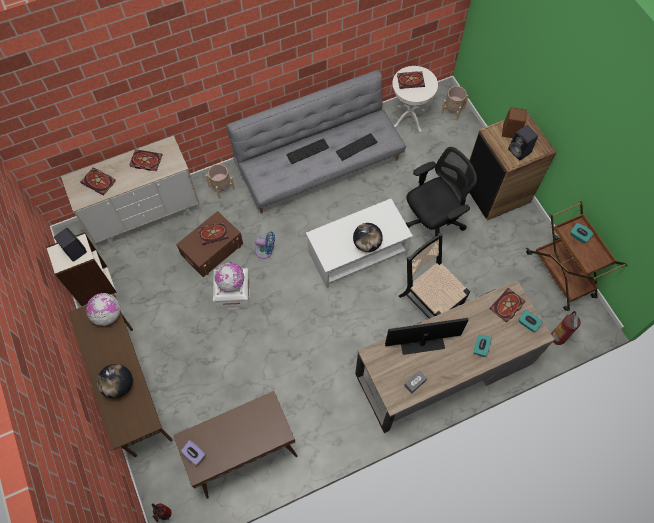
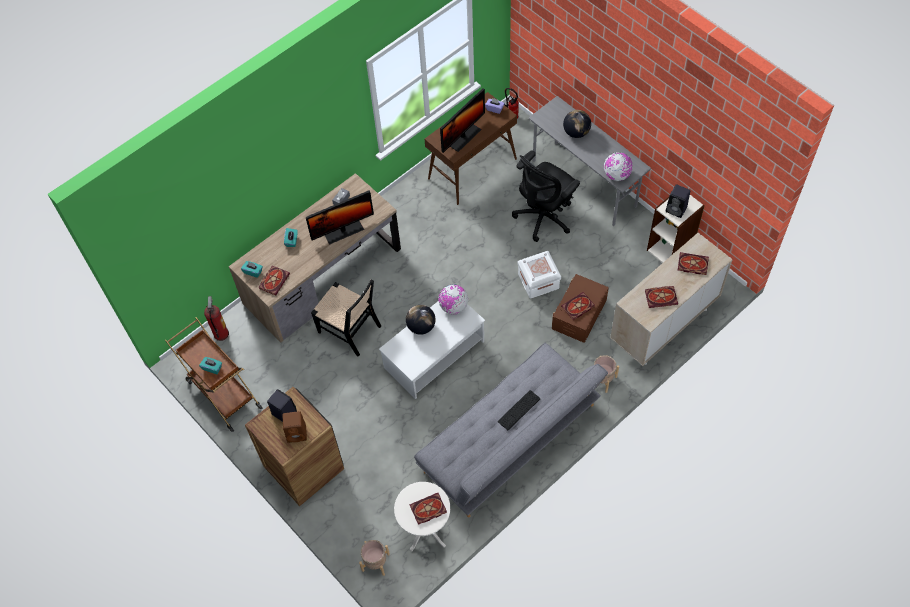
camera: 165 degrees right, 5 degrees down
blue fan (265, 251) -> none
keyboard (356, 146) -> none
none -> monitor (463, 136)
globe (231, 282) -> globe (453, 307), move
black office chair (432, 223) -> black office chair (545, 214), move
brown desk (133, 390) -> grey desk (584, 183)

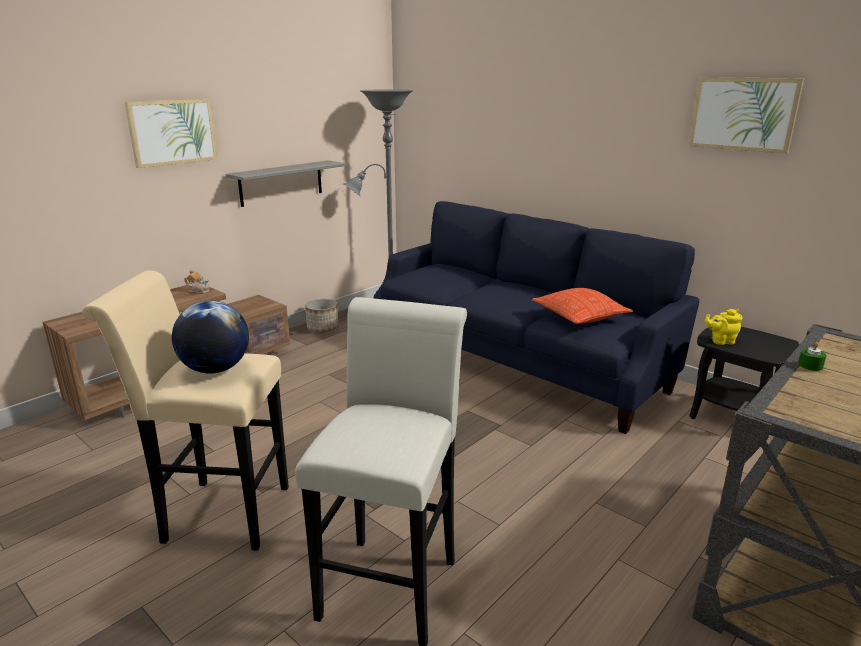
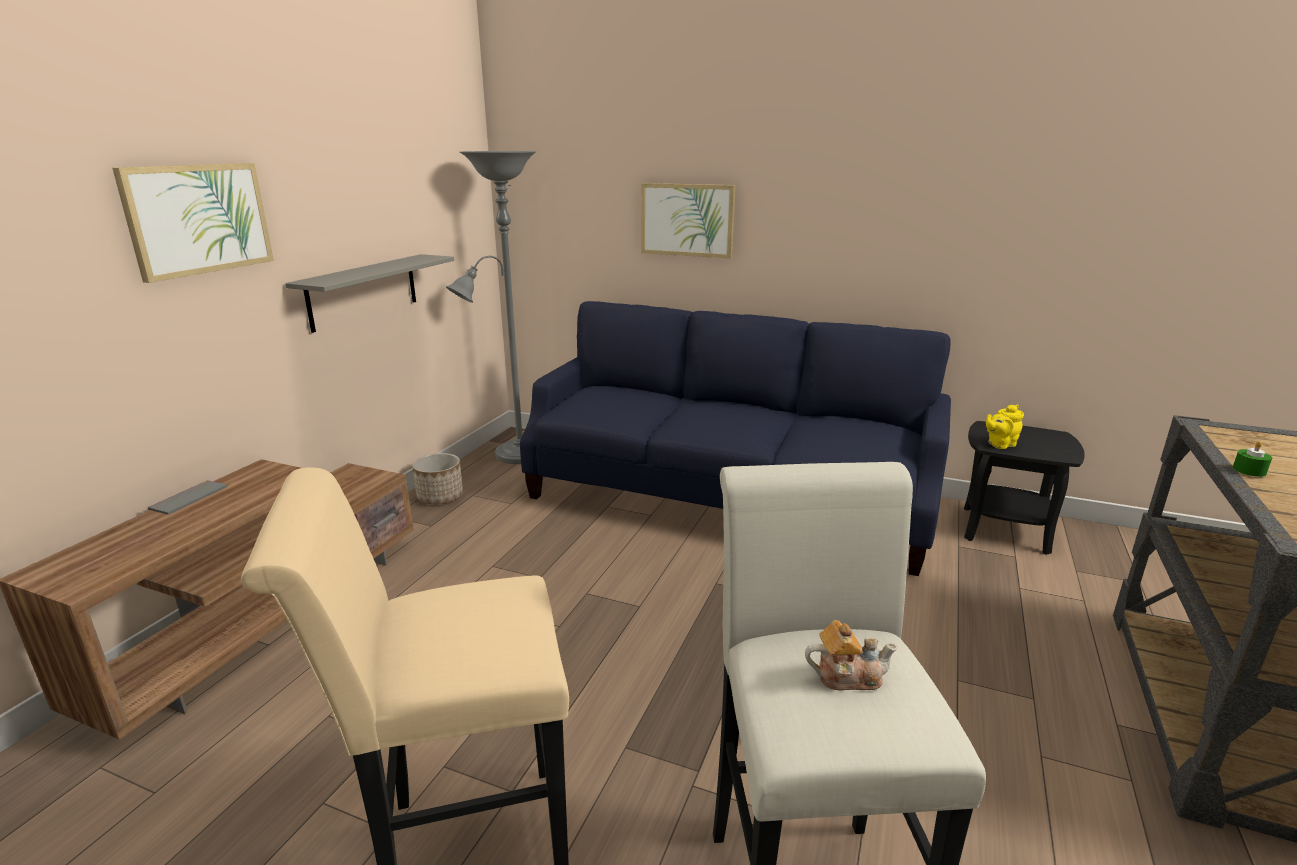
camera: 20 degrees left, 0 degrees up
globe (216, 369) -> none
orange pillow (579, 317) -> none
teapot (199, 291) -> teapot (847, 676), move
picture (743, 114) -> picture (687, 220), move

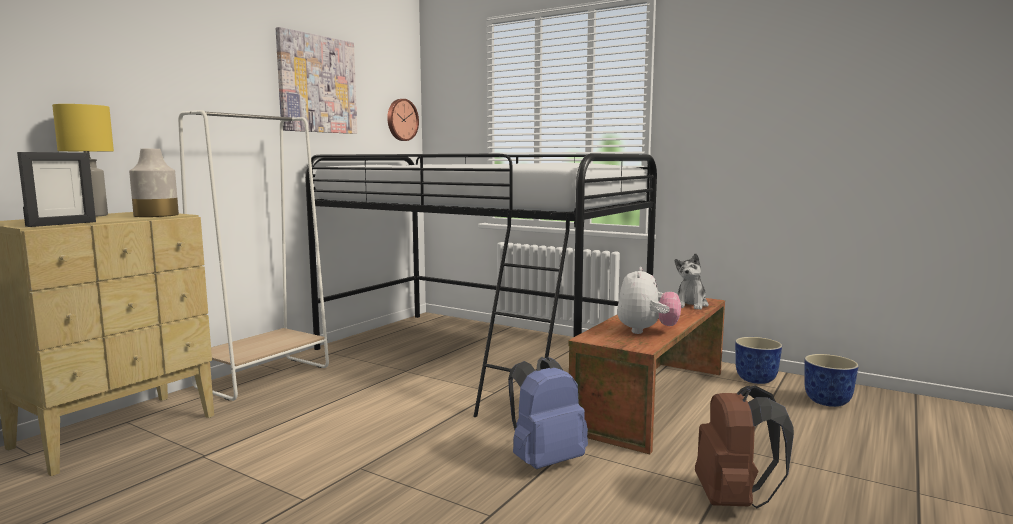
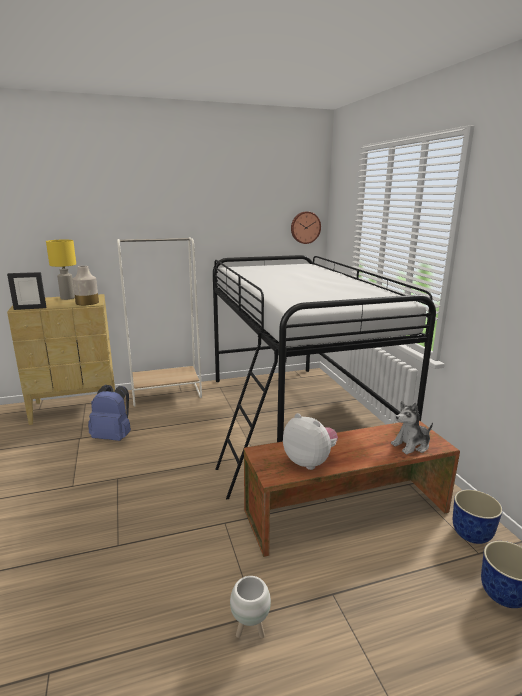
camera: 40 degrees right, 10 degrees up
picture (317, 84) -> none
blue backpack (544, 461) -> blue backpack (113, 437), move
brown backpack (734, 500) -> white planter (250, 630)
plush toy (646, 331) -> plush toy (309, 461), 105 degrees counterclockwise

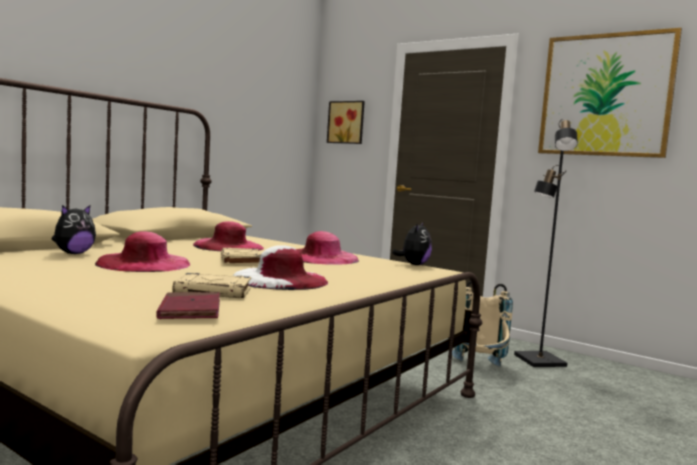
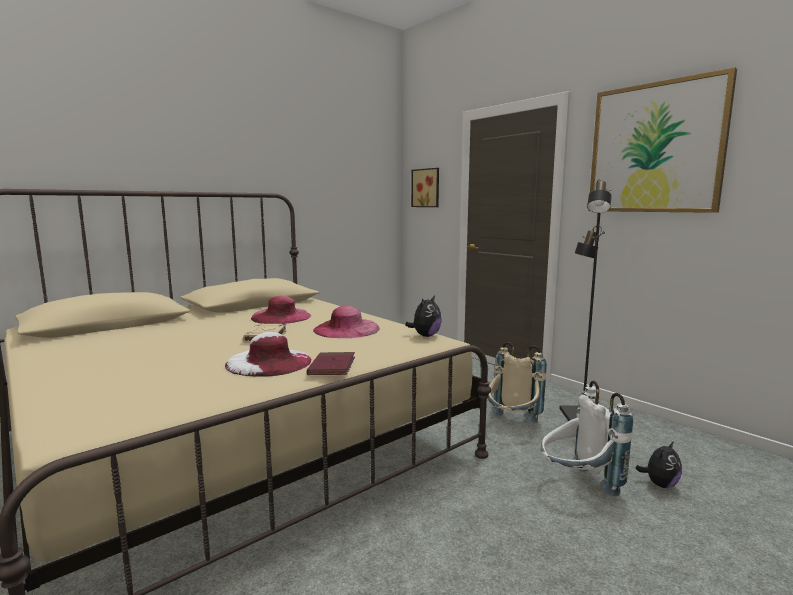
camera: 15 degrees right, 5 degrees up
pink hat (144, 263) -> none
beige book (214, 291) -> none
none -> white backpack (578, 485)
plush toy (73, 253) -> plush toy (660, 484), move
red book (190, 310) -> red book (332, 367), move

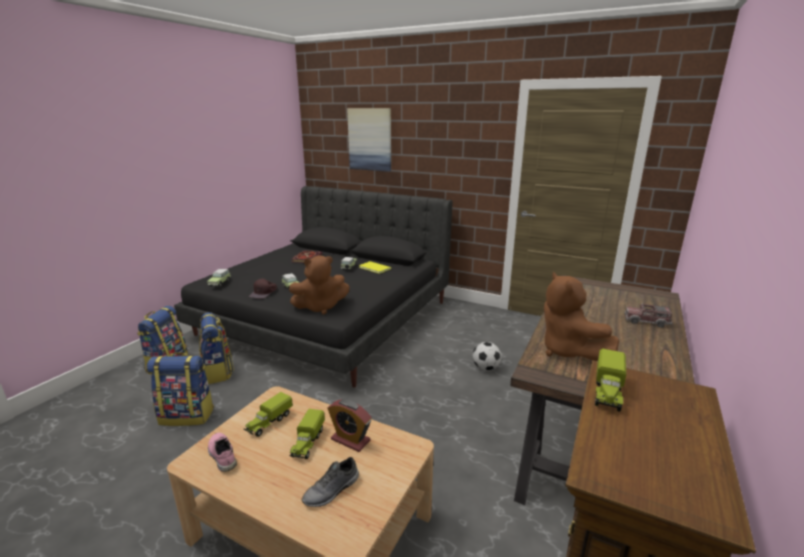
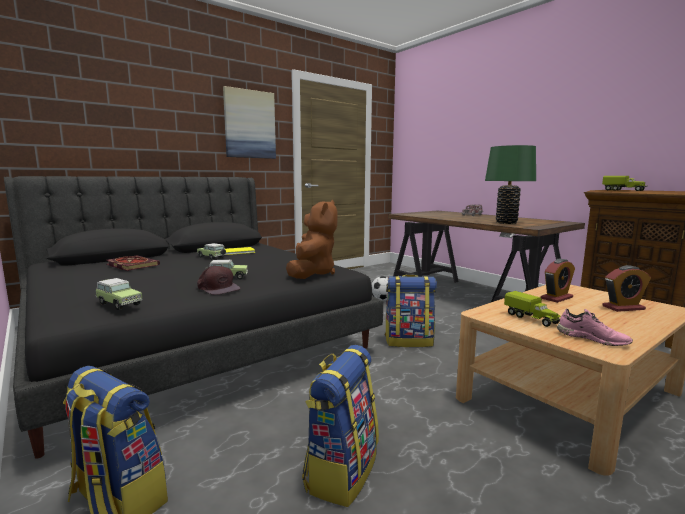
camera: 65 degrees left, 10 degrees down
toy truck (307, 443) -> none
backpack (218, 372) -> backpack (409, 341), move
picture (370, 139) -> picture (249, 124), move
grey shoe (332, 491) -> alarm clock (623, 308)
brown plush toy (568, 351) -> green table lamp (506, 223)
pink shoe (221, 456) -> pink shoe (592, 339), 135 degrees counterclockwise

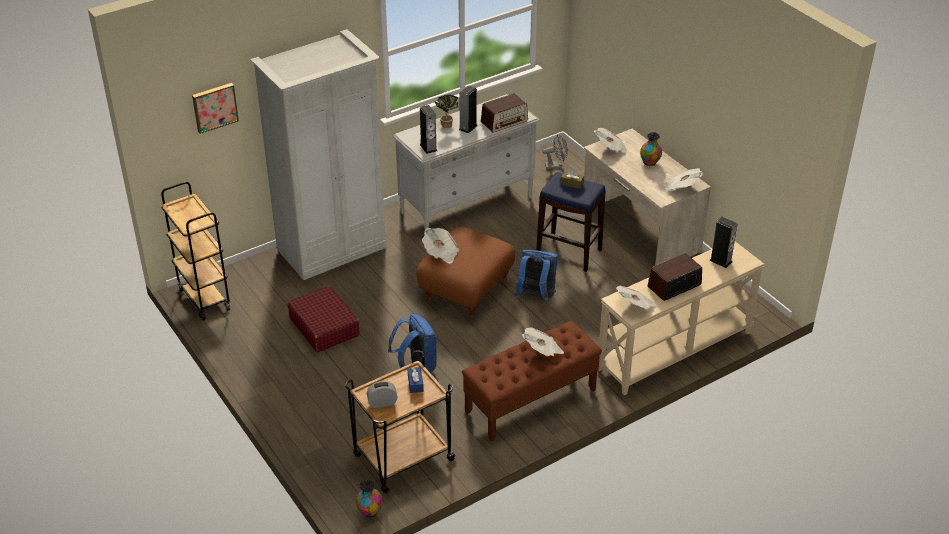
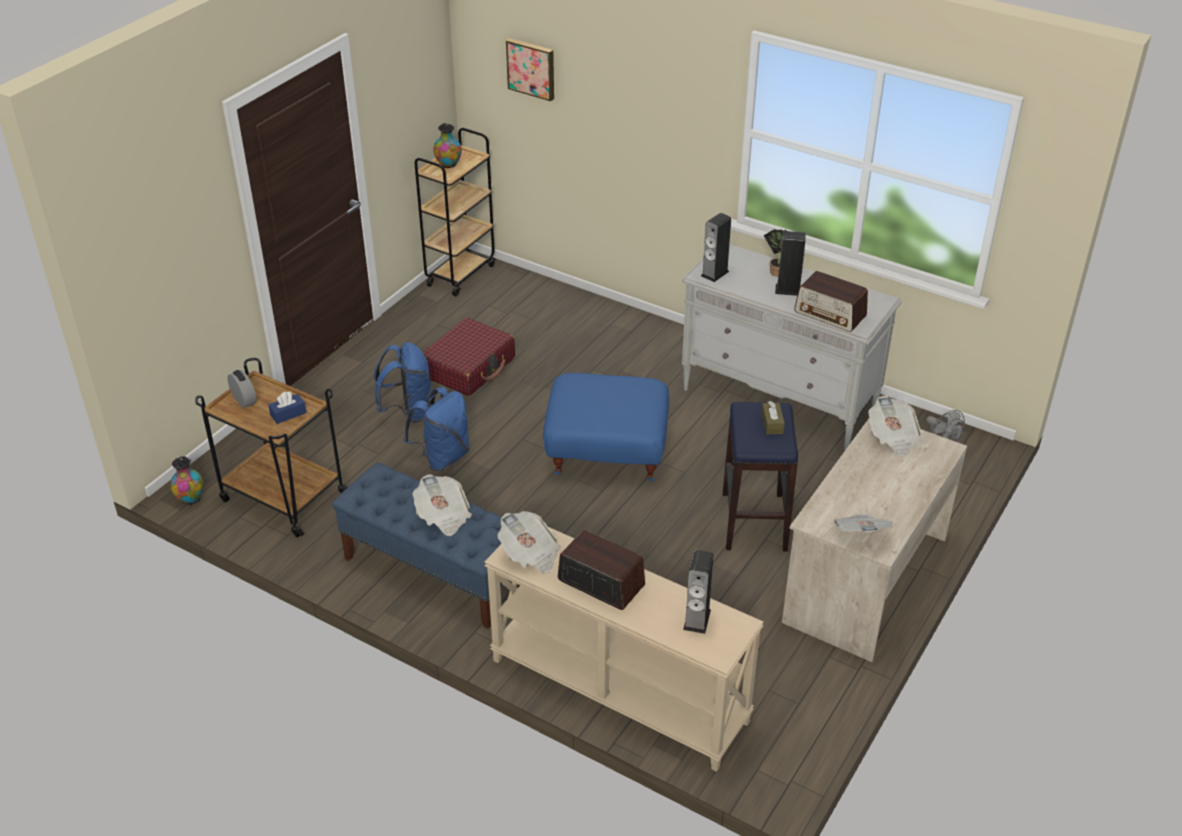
camera: 65 degrees right, 0 degrees up
white wardrobe (332, 249) -> none
newspaper (441, 253) -> none
blue backpack (536, 297) -> blue backpack (408, 411), move
vase (650, 162) -> vase (448, 165), move
brown ottoman (466, 291) -> blue ottoman (607, 453)
brown bench (530, 401) -> blue bench (433, 572)

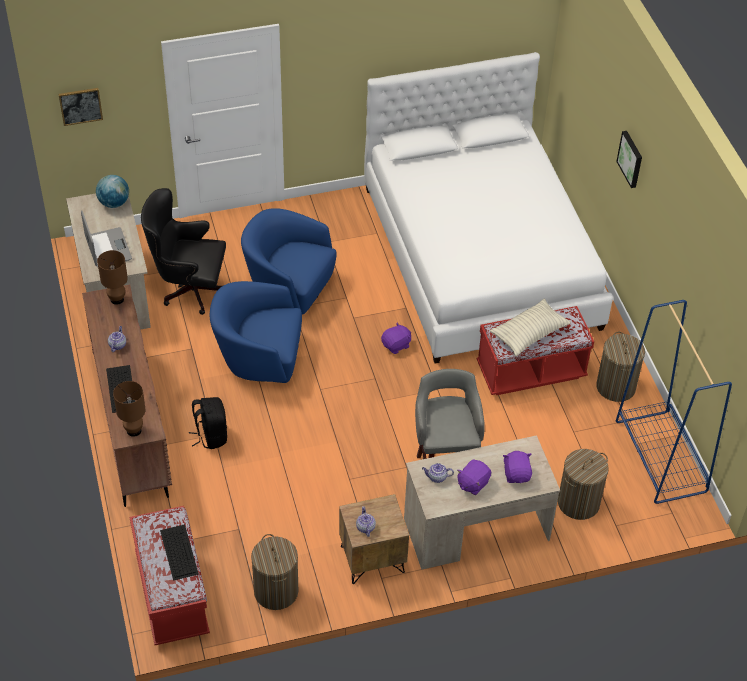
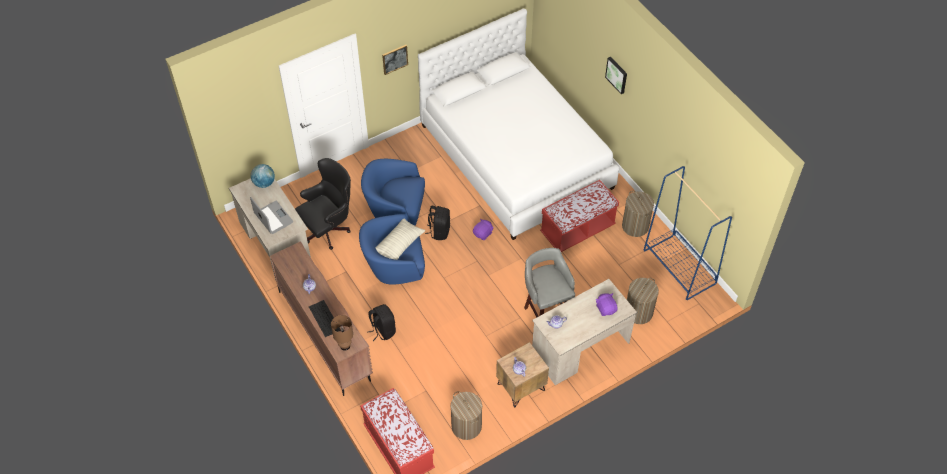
camera: 15 degrees left, 5 degrees up
brown table lamp (117, 299) -> none
keyboard (178, 551) -> none
purple plush toy (472, 483) -> none
none -> black backpack (439, 231)
picture (80, 106) -> picture (394, 59), move
pillow (529, 334) -> pillow (399, 244), move
black office chair (189, 291) -> black office chair (328, 229), 150 degrees clockwise

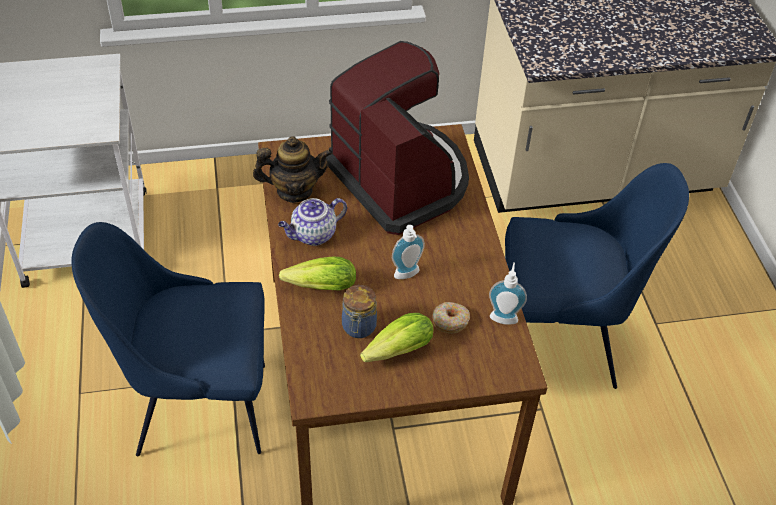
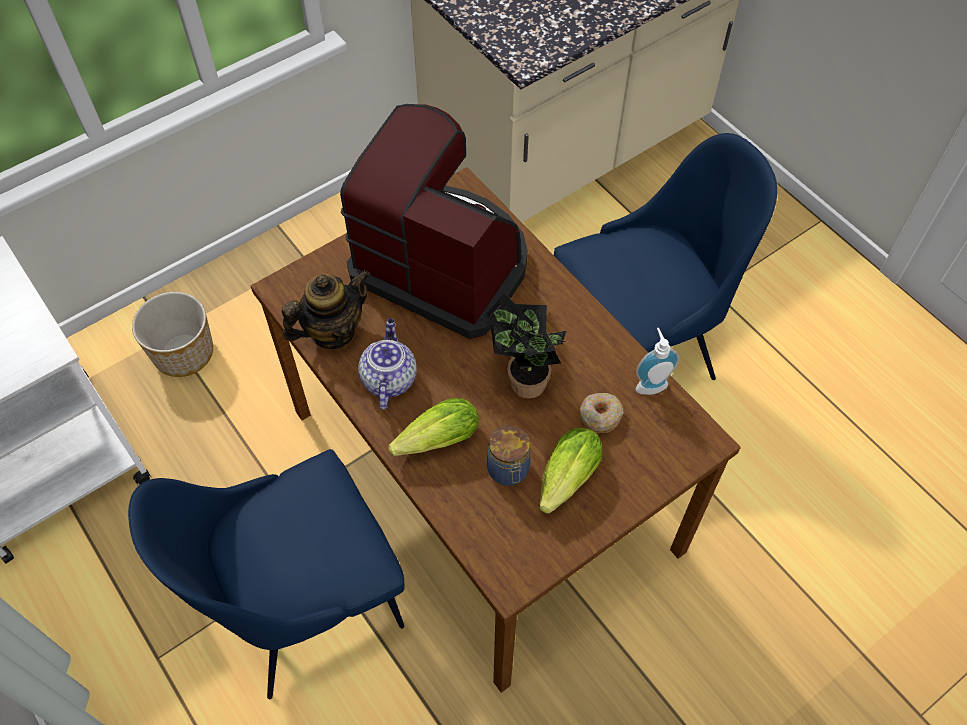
camera: 25 degrees left, 10 degrees up
none -> planter (184, 354)
soap dispenser (408, 275) -> potted plant (522, 381)
teapot (313, 235) -> teapot (388, 378), 150 degrees clockwise

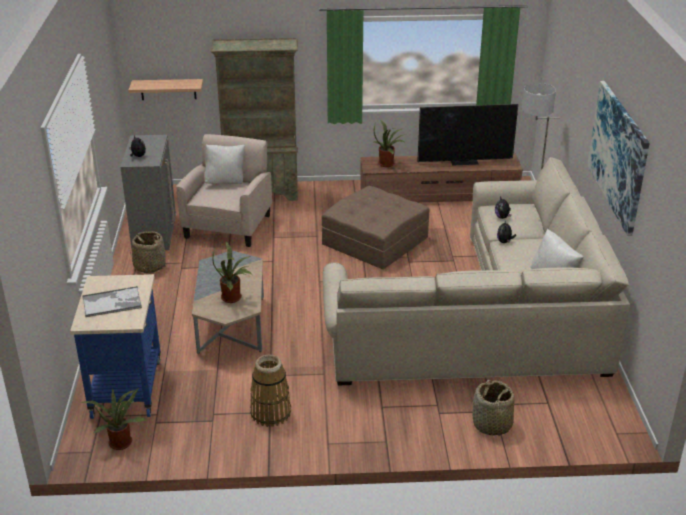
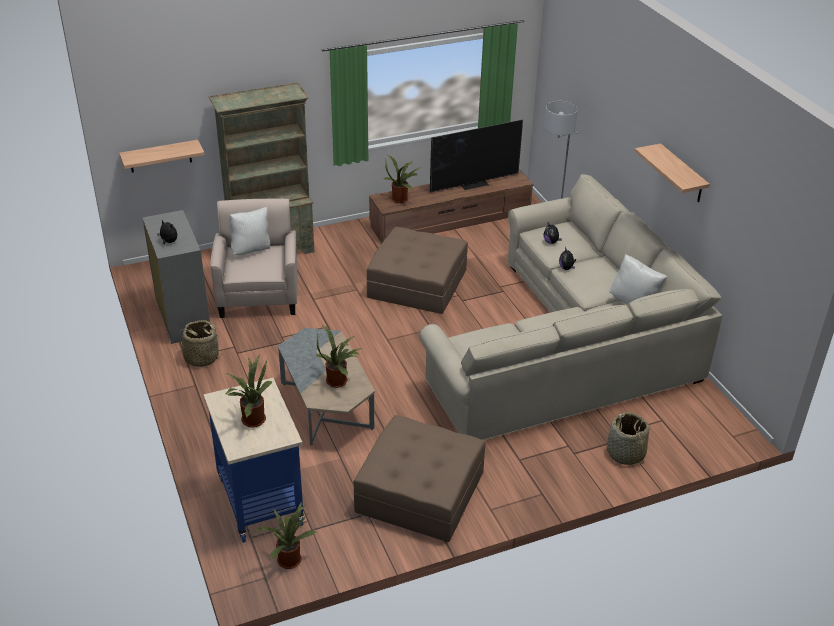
camera: 20 degrees left, 5 degrees up
tray (112, 302) -> potted plant (251, 419)
basket (270, 413) -> brown ottoman (419, 491)
picture (618, 155) -> shelf (682, 174)

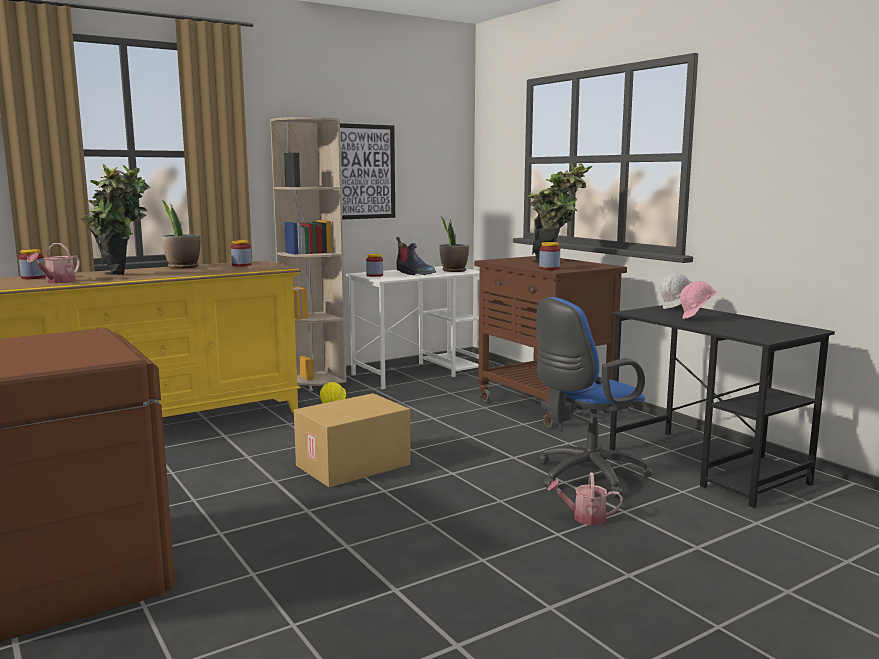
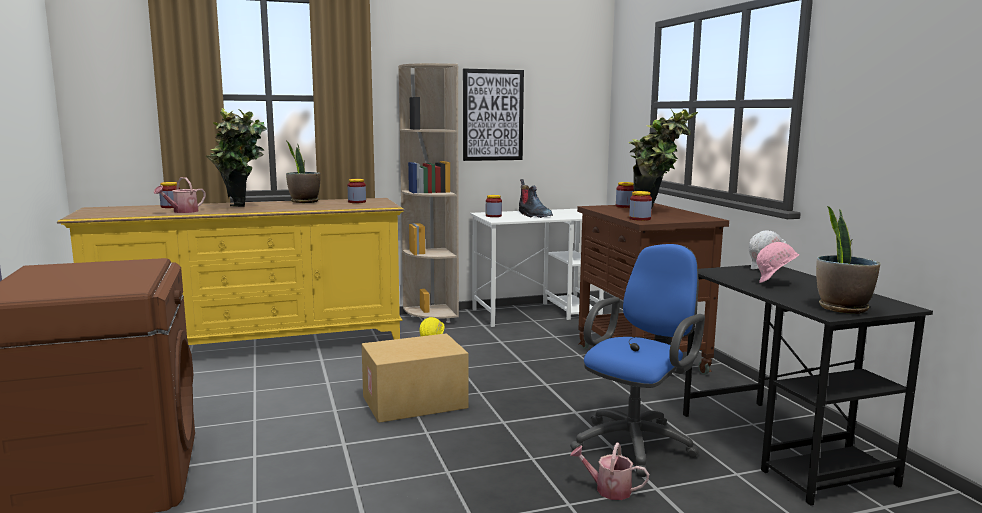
camera: 15 degrees right, 0 degrees up
none -> jar (625, 206)
potted plant (453, 271) -> potted plant (842, 308), move
blue office chair (584, 476) -> blue office chair (637, 443), 150 degrees clockwise

